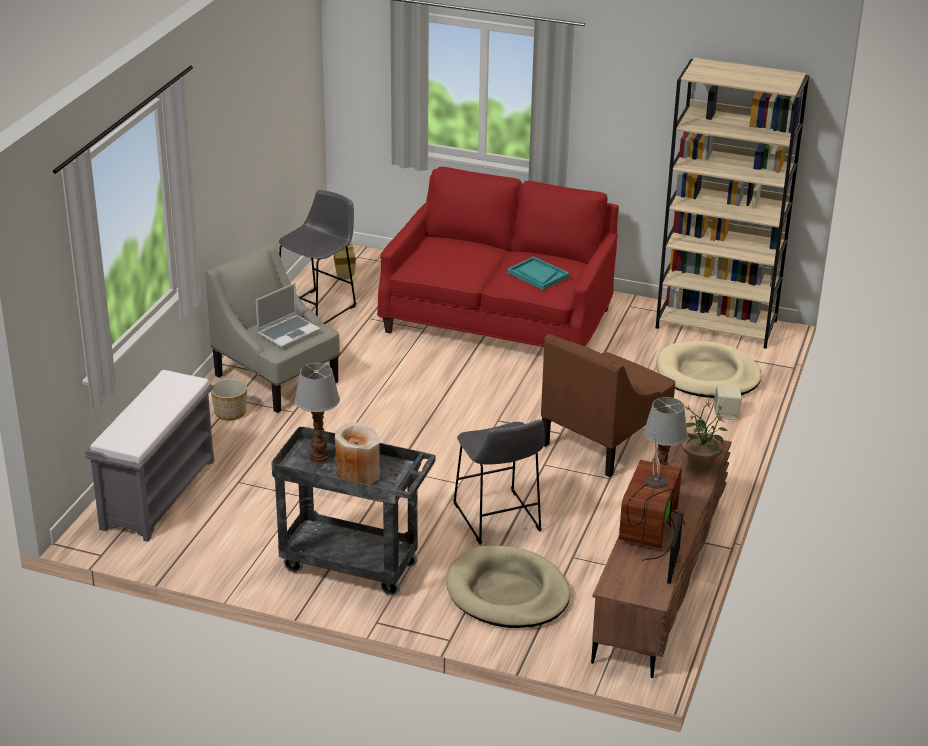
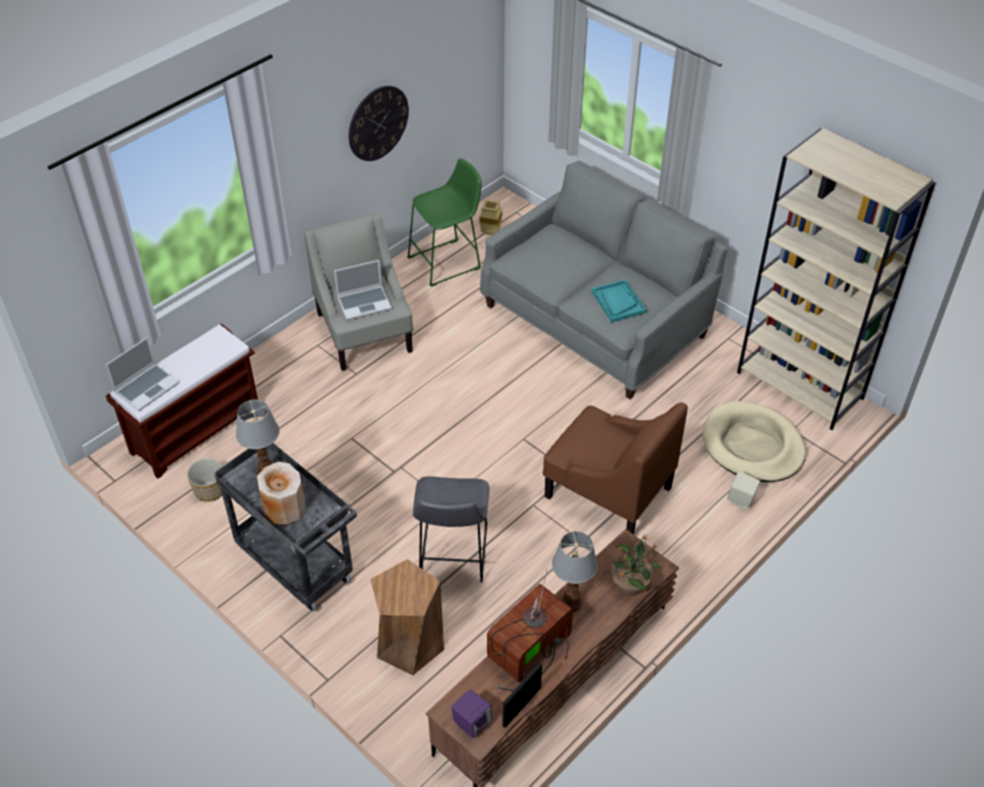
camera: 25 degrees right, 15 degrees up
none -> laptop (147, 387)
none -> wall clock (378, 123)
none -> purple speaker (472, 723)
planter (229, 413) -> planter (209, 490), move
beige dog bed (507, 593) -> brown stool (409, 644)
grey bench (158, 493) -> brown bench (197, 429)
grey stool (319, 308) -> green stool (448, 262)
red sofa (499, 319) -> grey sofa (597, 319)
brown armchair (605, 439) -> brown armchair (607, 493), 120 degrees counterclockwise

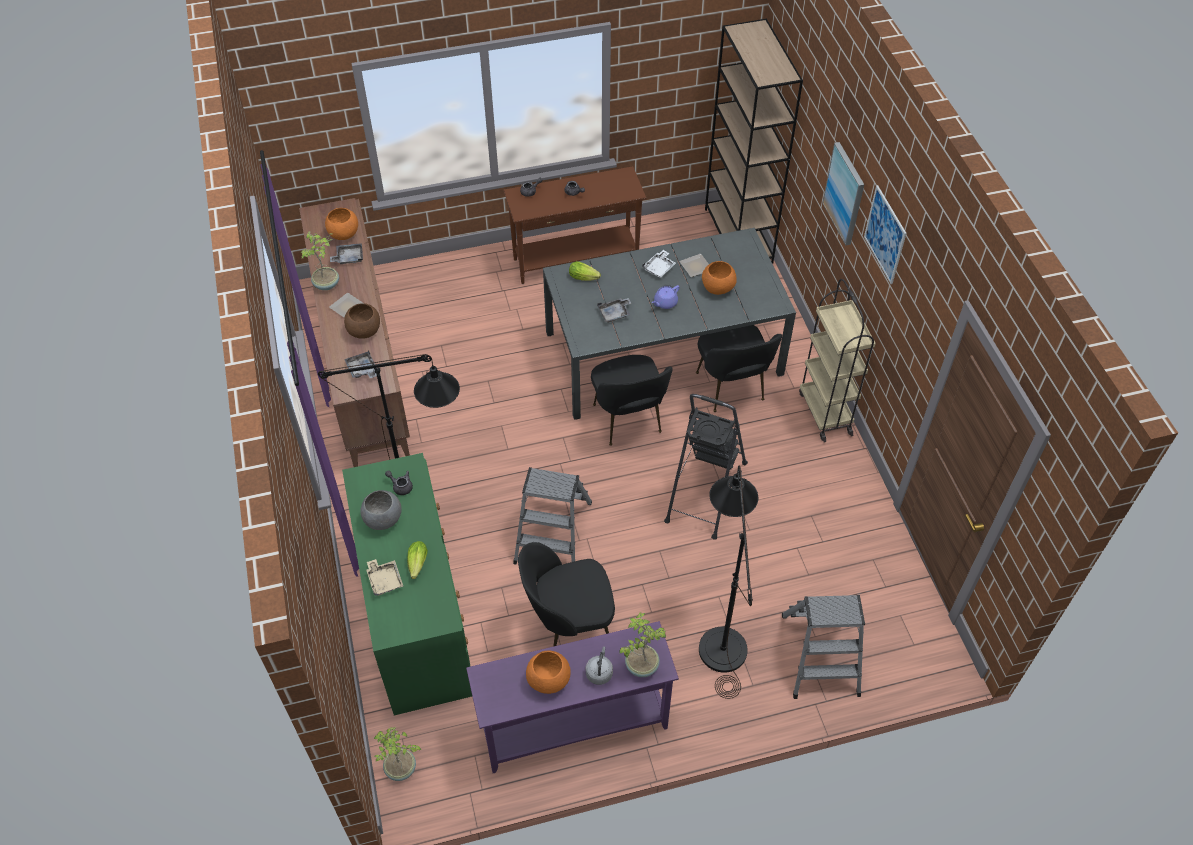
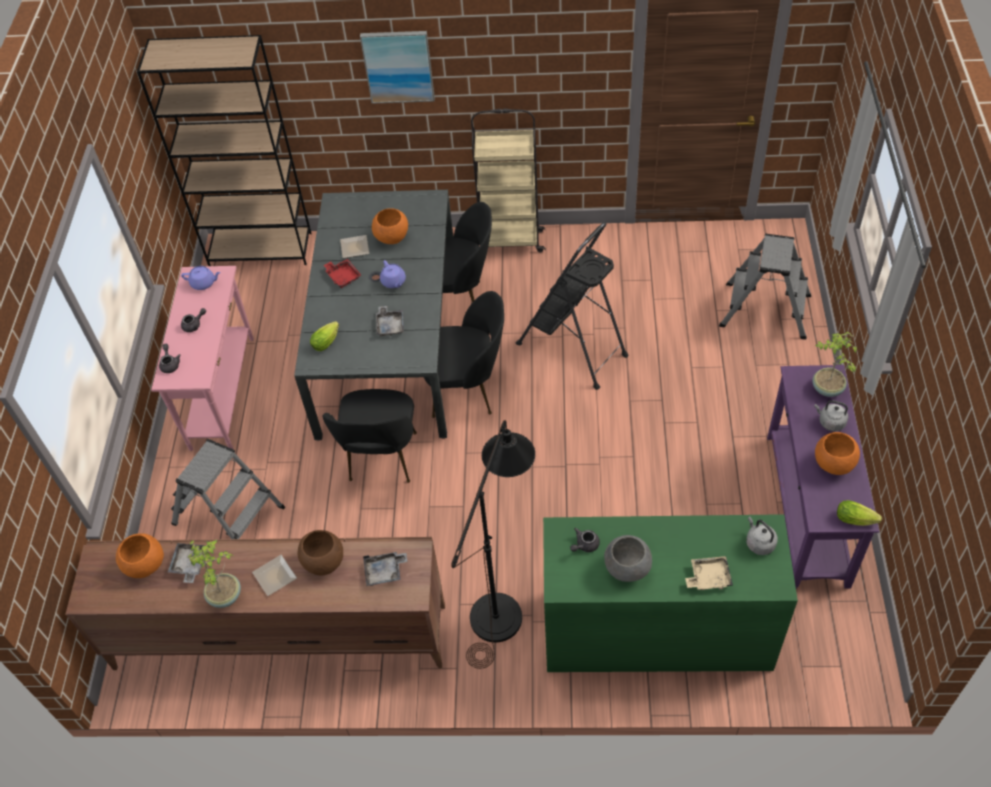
camera: 70 degrees left, 0 degrees up
potted plant (401, 769) -> none
black floor lamp (721, 637) -> none
picture (885, 234) -> none
none -> purple teapot (204, 283)
none -> grey kettle (759, 543)
lettuce (417, 565) -> lettuce (857, 519), move
grey step ladder (553, 531) -> grey step ladder (228, 515), move
black chair (568, 628) -> black chair (382, 462), move
brown console table (576, 259) -> pink console table (221, 392)
white tray (659, 268) -> red tray (343, 276)

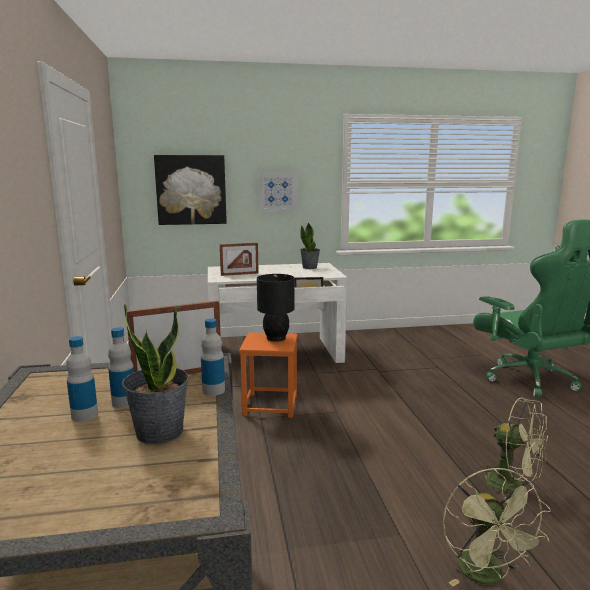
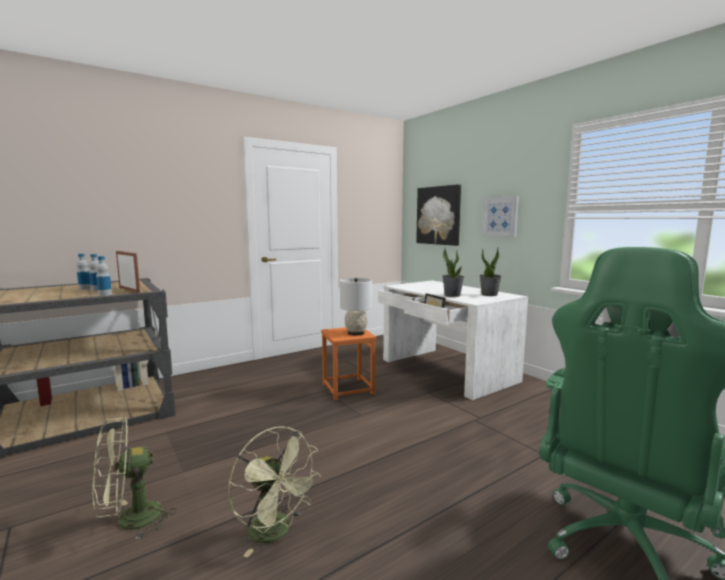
camera: 65 degrees right, 5 degrees down
picture frame (239, 274) -> none
potted plant (159, 431) -> potted plant (452, 295), move
black table lamp (276, 338) -> white table lamp (355, 333)
green fan (512, 485) -> green fan (276, 533), 60 degrees counterclockwise

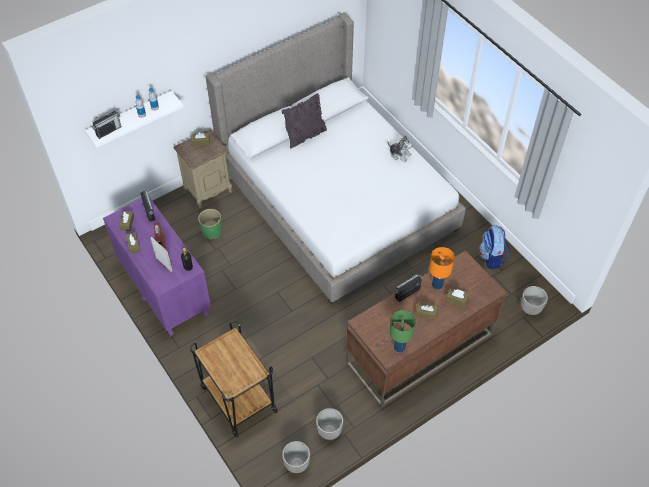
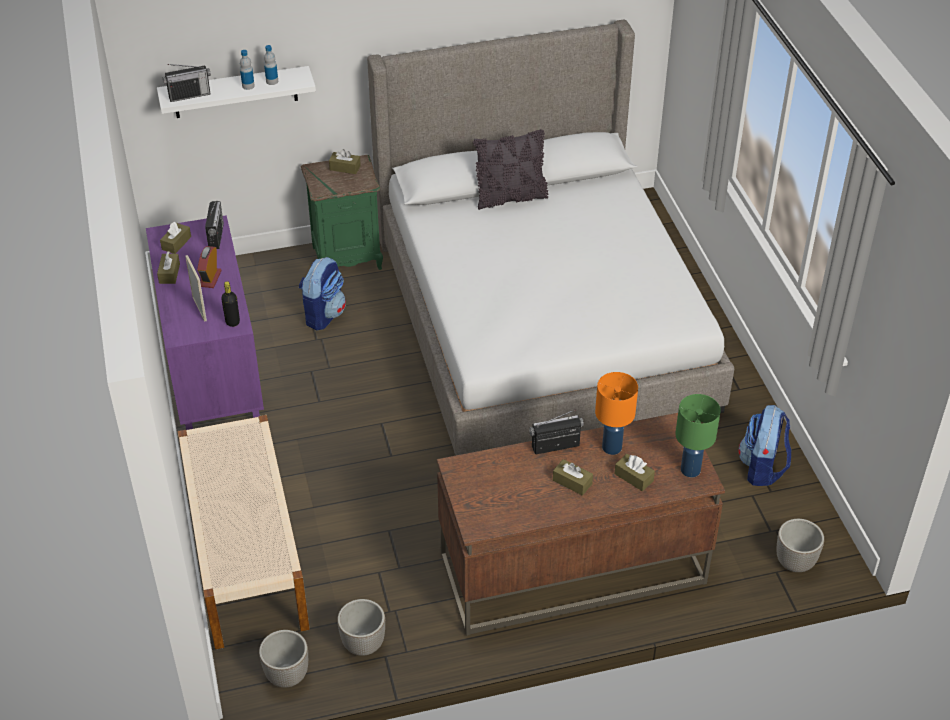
camera: 20 degrees right, 10 degrees down
plush toy (399, 154) -> none
green table lamp (399, 347) -> green table lamp (690, 470), move
brown cart (238, 398) -> beige bench (245, 554)
green planter (211, 231) -> backpack (323, 314)
beige nightstand (208, 190) -> green nightstand (347, 258)

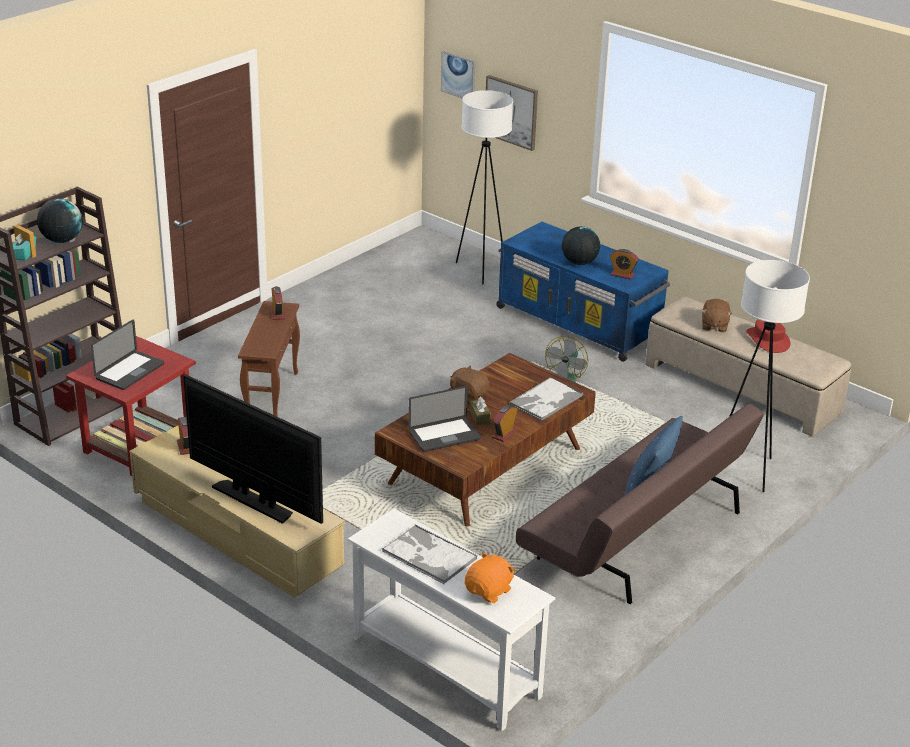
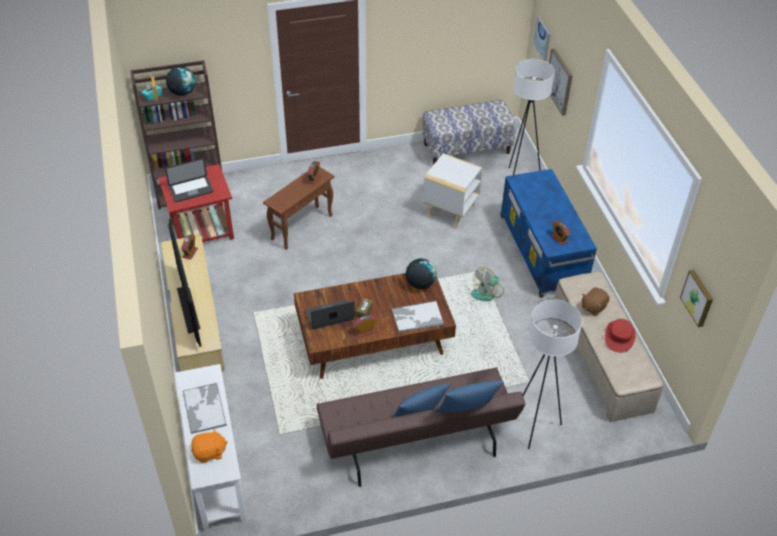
camera: 35 degrees right, 15 degrees up
brown plush toy (468, 395) -> none
none -> bench (466, 148)
none -> white side table (451, 210)
none -> blue pillow (467, 413)
none -> picture (698, 297)
globe (579, 263) -> globe (420, 284), move
laptop (444, 436) -> laptop (330, 315), 150 degrees clockwise

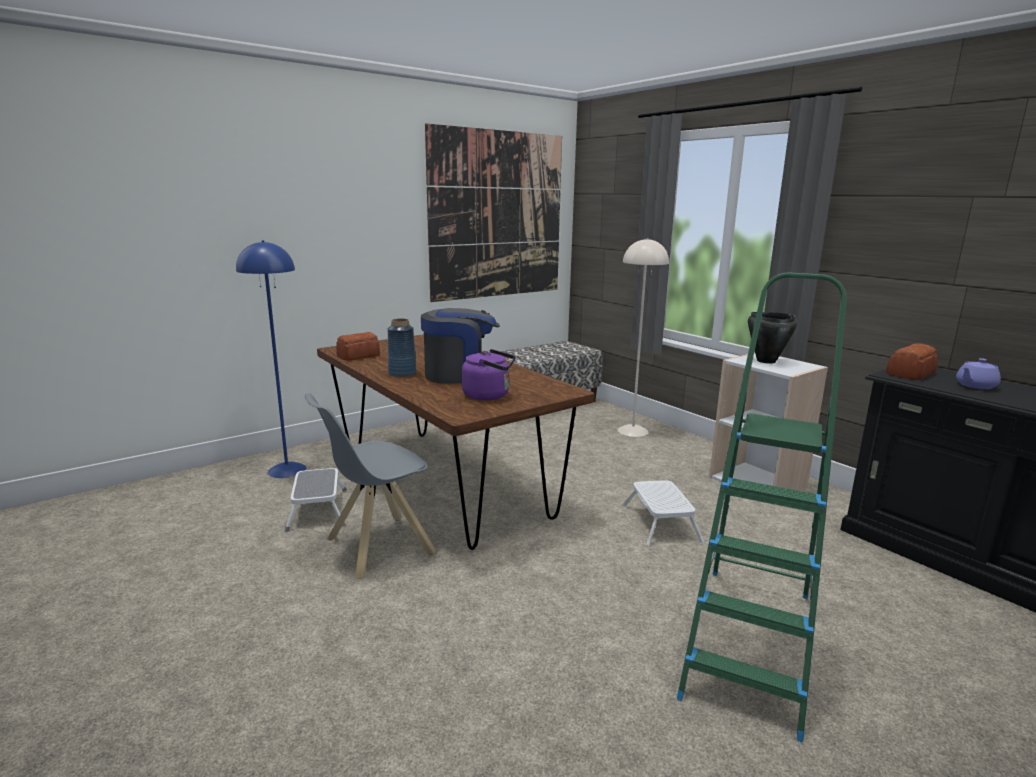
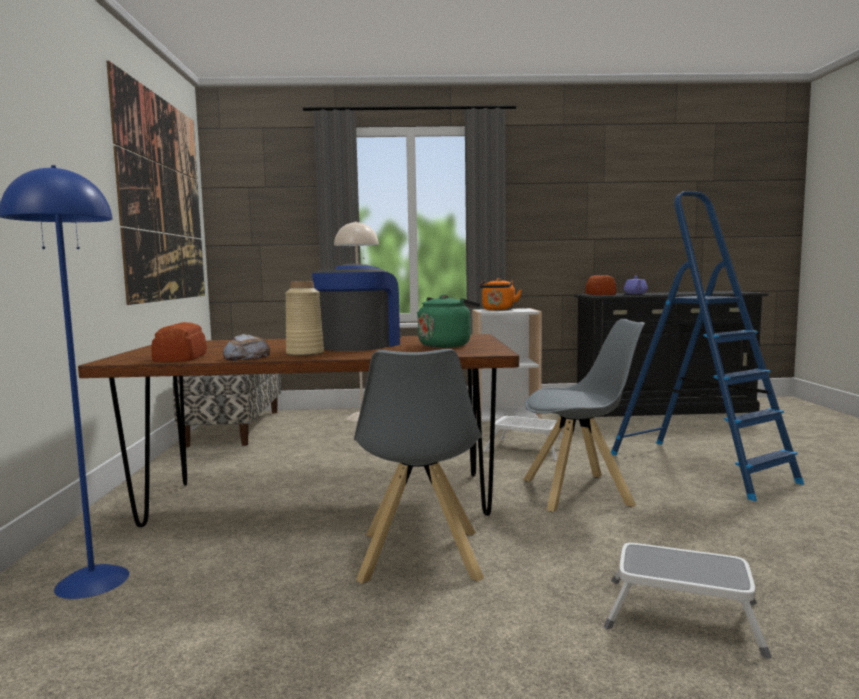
camera: 55 degrees left, 10 degrees down
none -> bread (246, 357)
none -> grey chair (580, 492)
grey step ladder (318, 509) -> grey step ladder (682, 614), move
black cooking pot (765, 361) -> orange kettle (498, 310)
blue vase (402, 373) -> beige vase (305, 353)
purple kettle (489, 395) -> green kettle (446, 345)
green step ladder (750, 642) -> blue step ladder (700, 468)

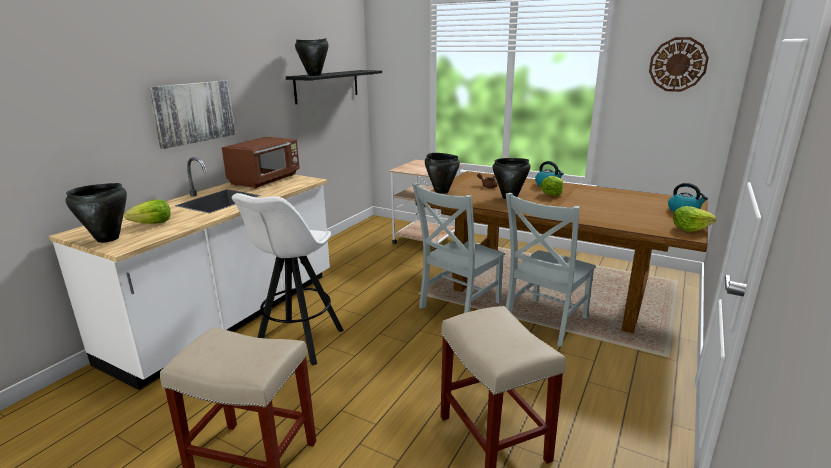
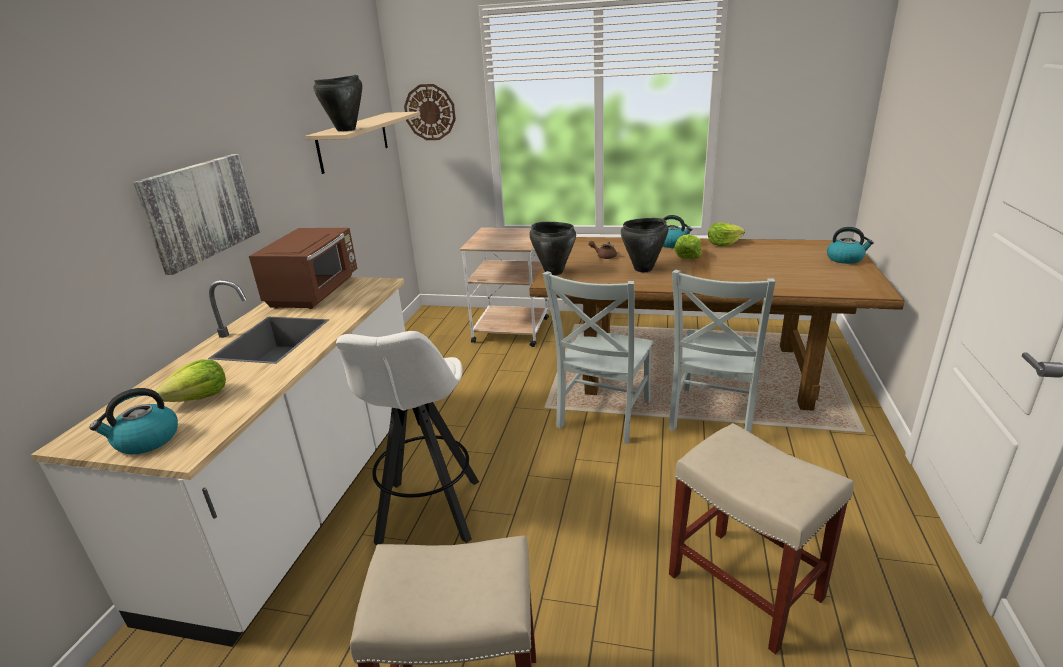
camera: 15 degrees left, 5 degrees up
wall clock (678, 64) -> wall clock (430, 112), move
lettuce (689, 228) -> lettuce (723, 243), move
black cooking pot (108, 239) -> kettle (146, 440)
black shelf (327, 86) -> beige shelf (354, 141)

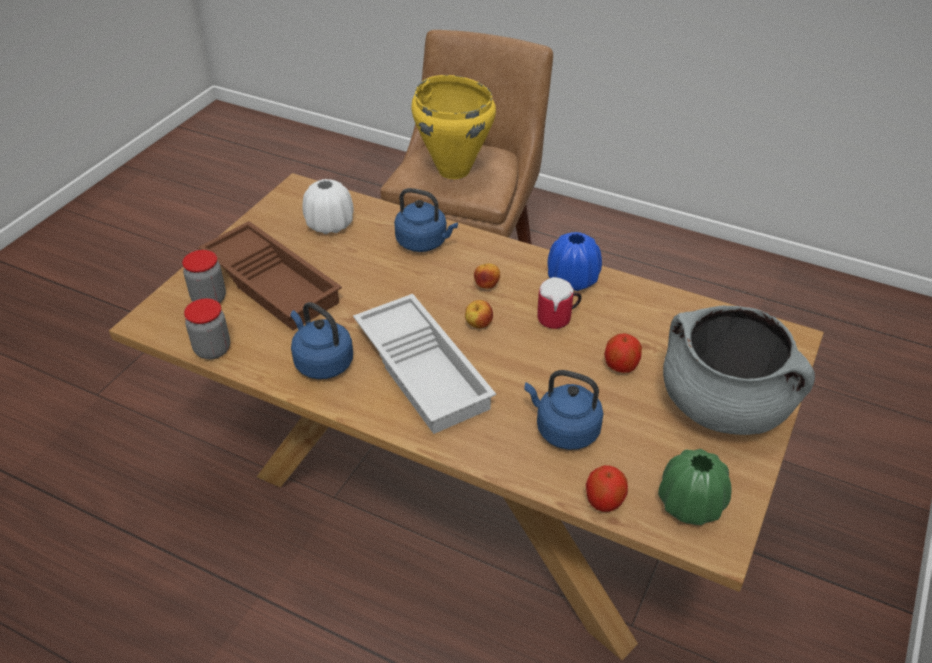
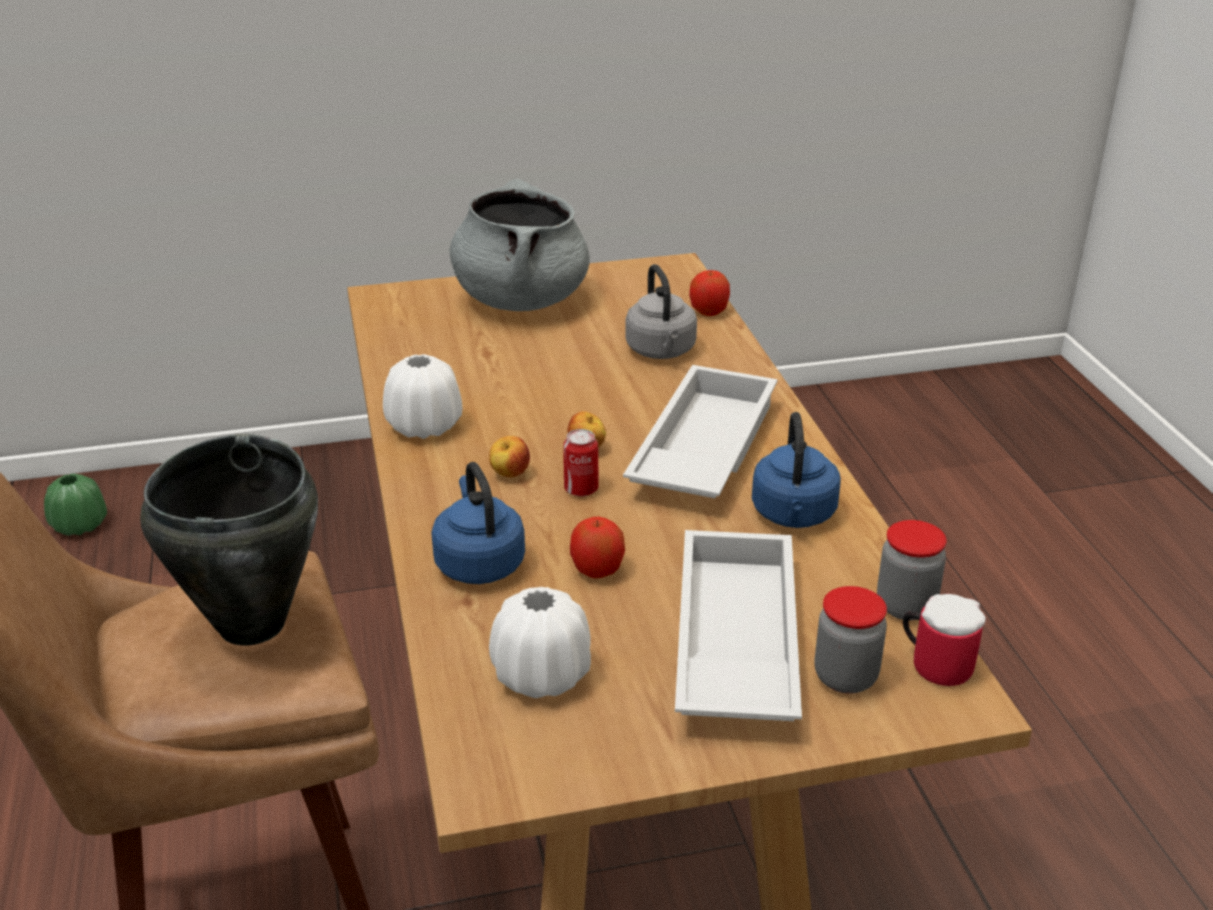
camera: 130 degrees left, 10 degrees down
none -> can (581, 489)
mug (559, 319) -> mug (935, 662), move
apple (620, 366) -> apple (597, 570), move
green vase (690, 505) -> green vase (80, 525), move
brown tray (274, 282) -> white tray (731, 642)
yellow cooking pot (454, 170) -> black cooking pot (250, 625)
blue kettle (564, 430) -> grey kettle (661, 351)
blue vase (572, 280) -> white vase (424, 426)

